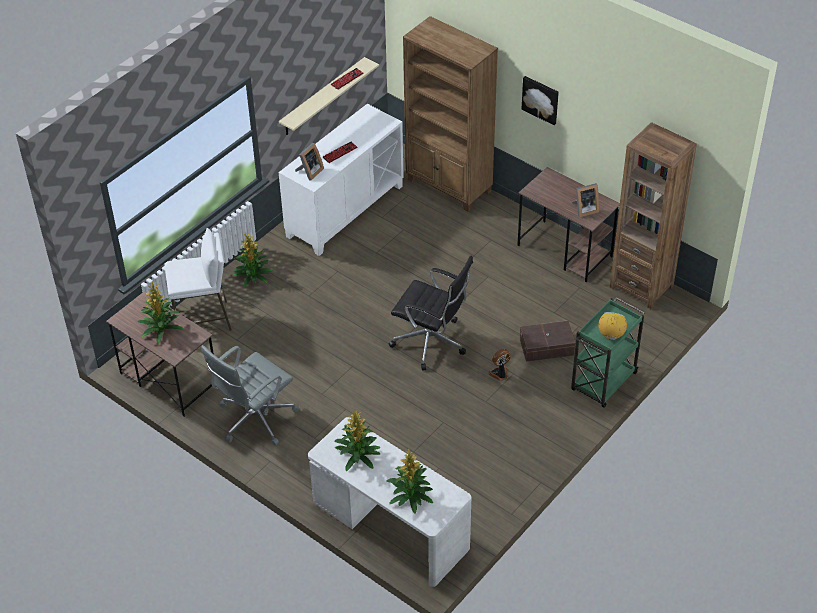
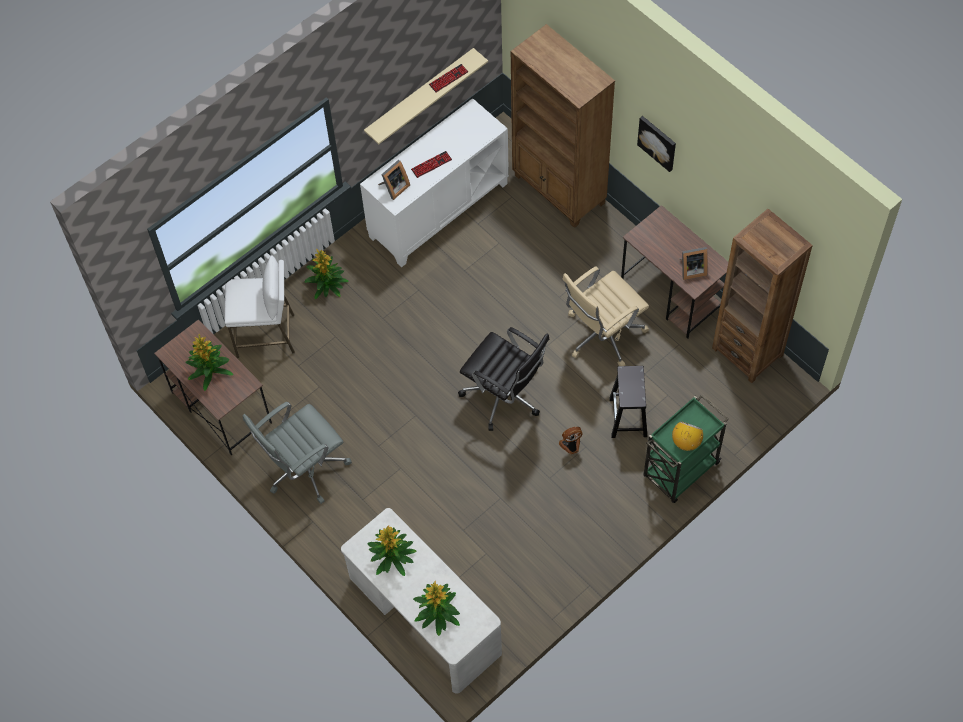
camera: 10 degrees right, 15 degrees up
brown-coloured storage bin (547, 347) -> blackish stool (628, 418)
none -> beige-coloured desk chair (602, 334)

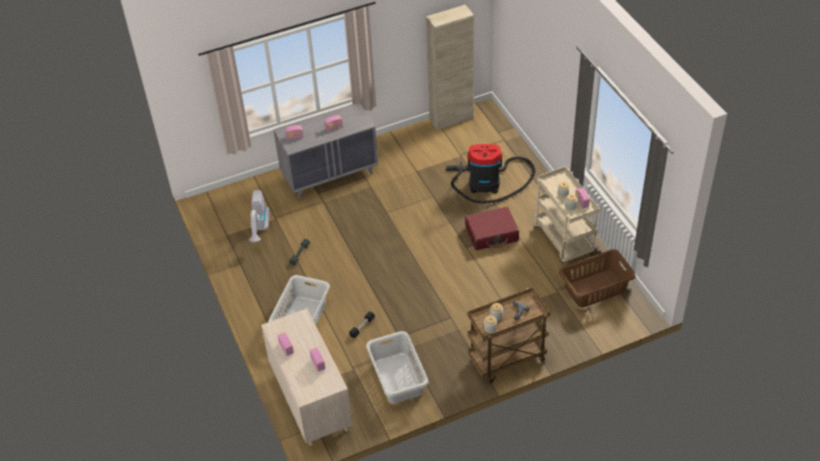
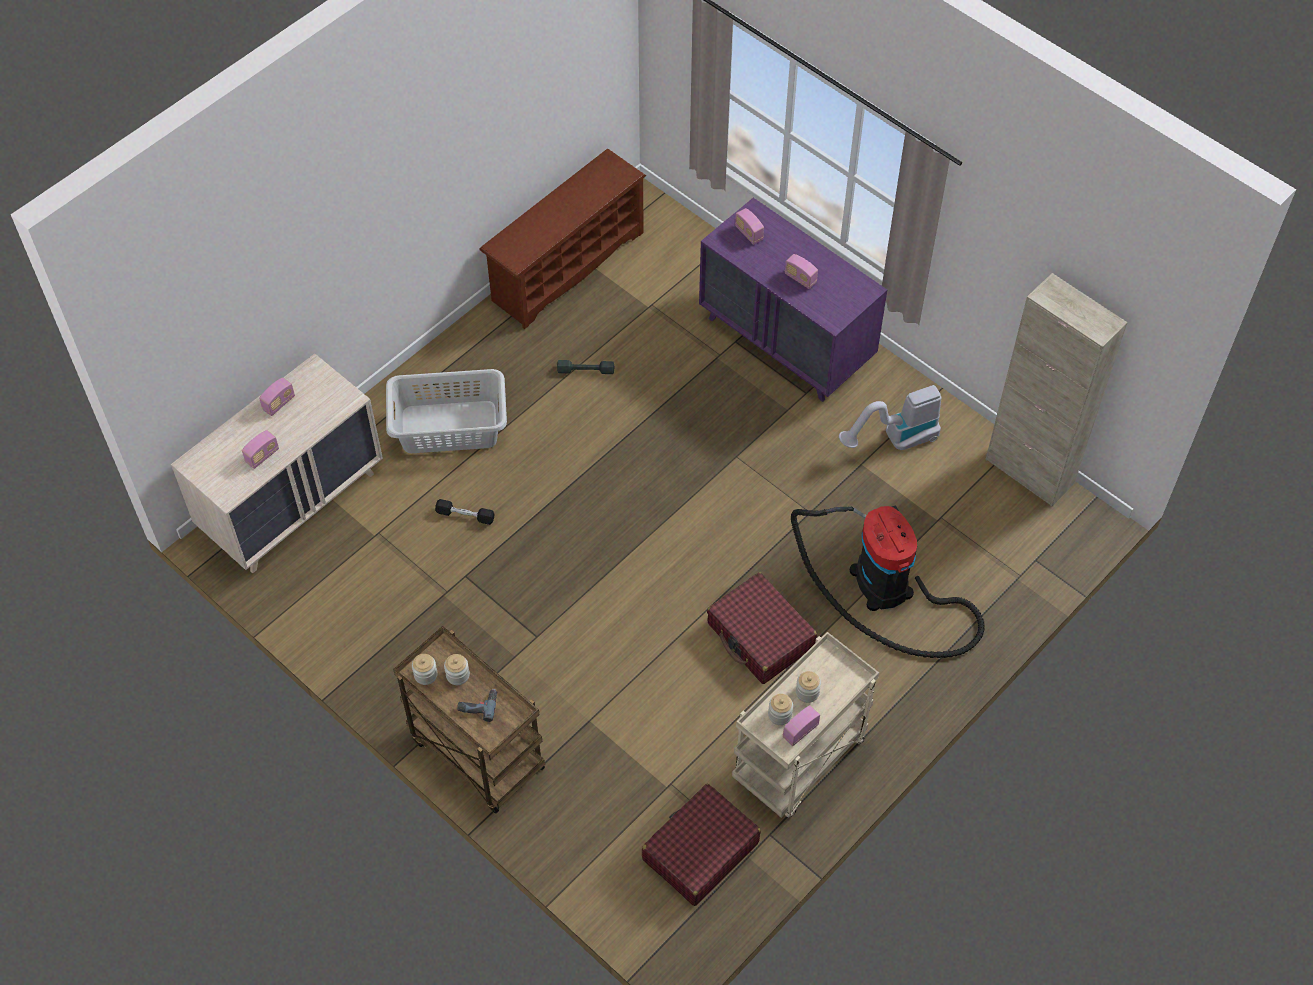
camera: 65 degrees right, 10 degrees up
grey chest of drawers (330, 175) -> purplish chest of drawers (786, 342)
hoover (260, 229) -> hoover (894, 440), shifted
brown-coloured washing basket (595, 289) -> reddish travel case (700, 851)
grey washing basket (397, 378) -> none
none -> brown-coloured shoe rack (566, 266)

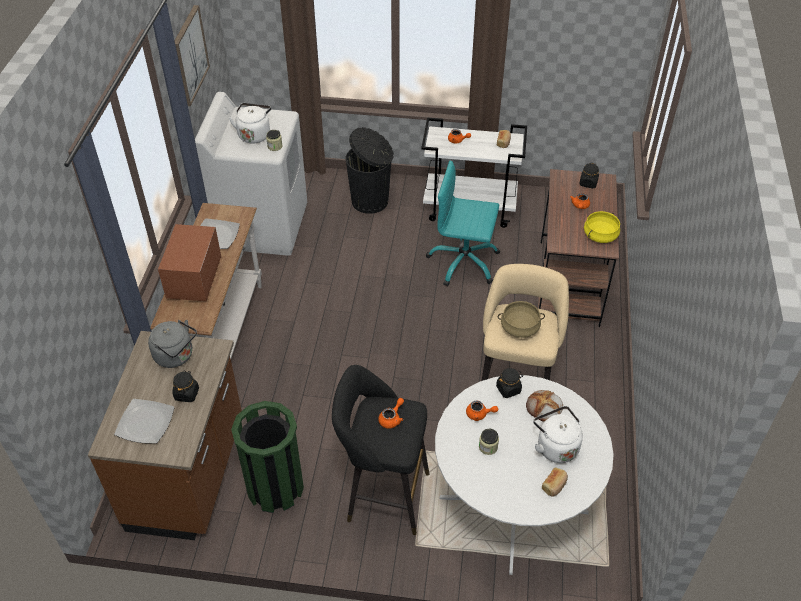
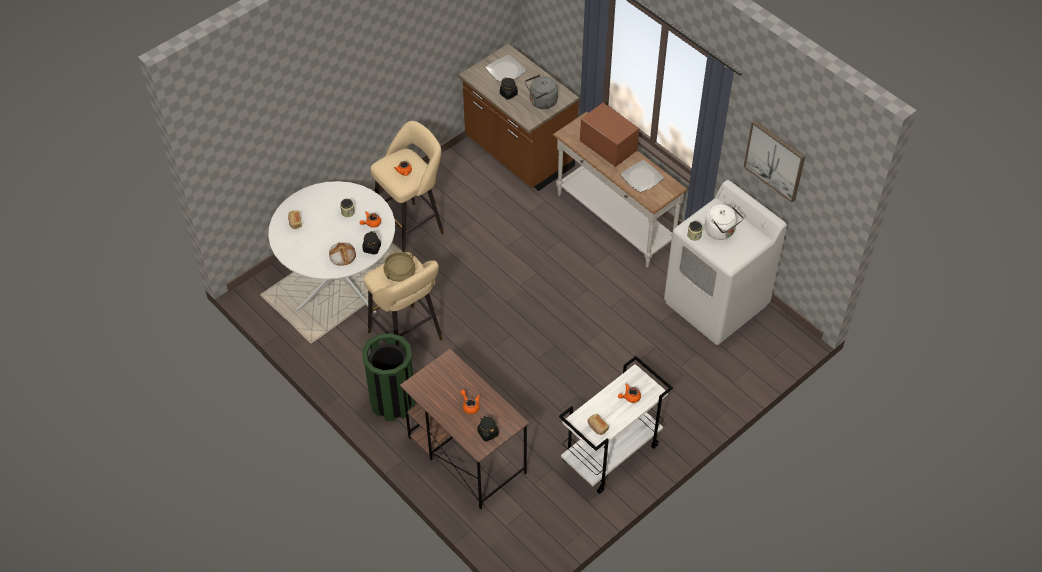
camera: 130 degrees right, 5 degrees up
blackish waste bin (371, 201) -> none
blue-green desk chair (463, 262) -> none
yellowish stockpot (600, 235) -> none
blackish stool (383, 496) -> beige-coloured stool (412, 227)
greenish waste bin (275, 488) -> greenish waste bin (393, 402), shifted
whitish water kettle (555, 446) -> none

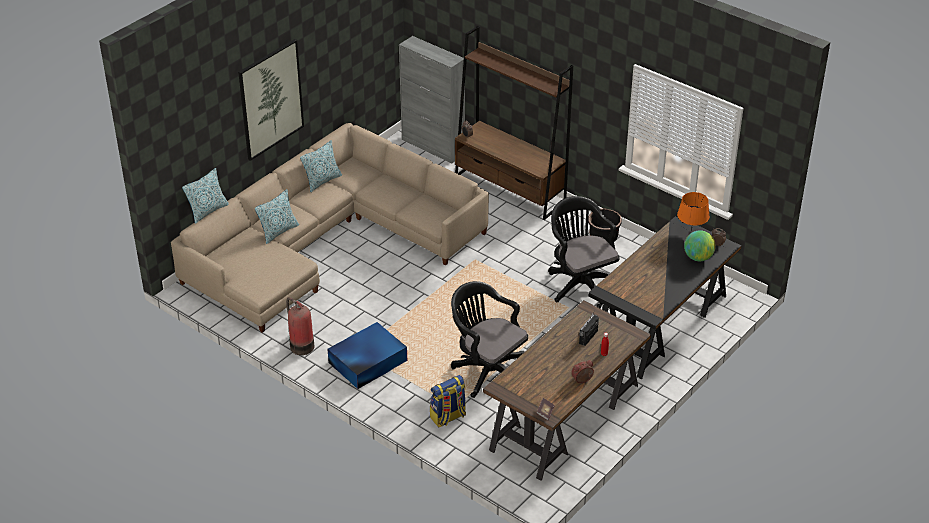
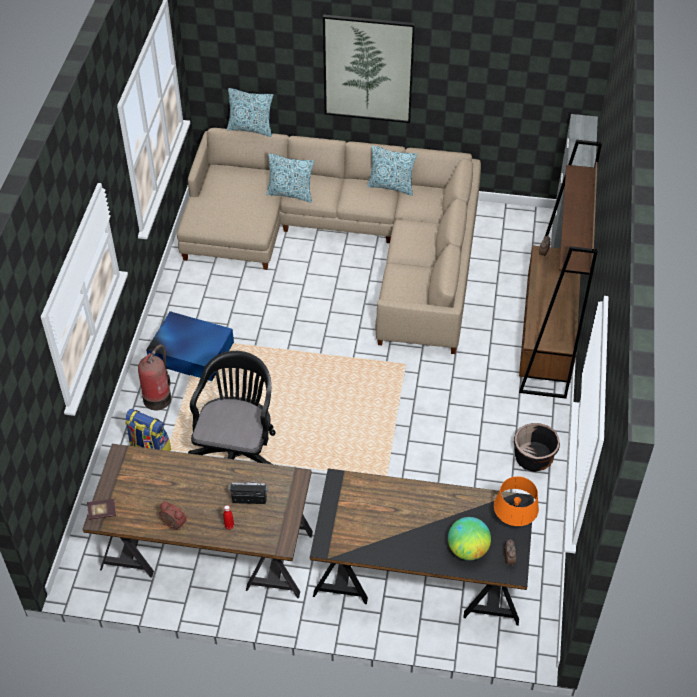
camera: 60 degrees right, 10 degrees up
blackish desk chair (580, 284) -> none
extinguisher (301, 345) -> extinguisher (158, 397), shifted

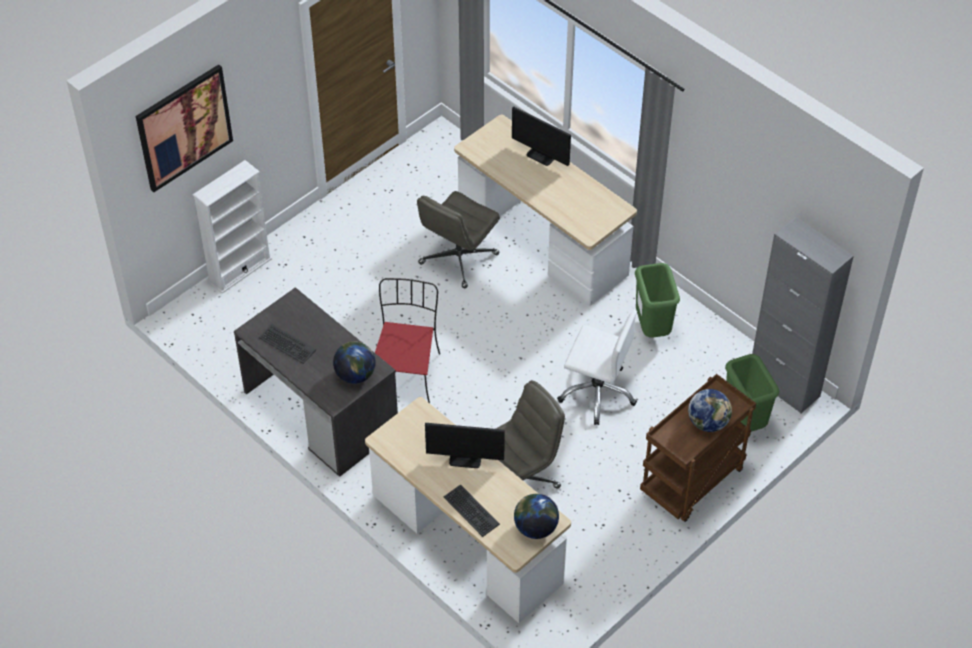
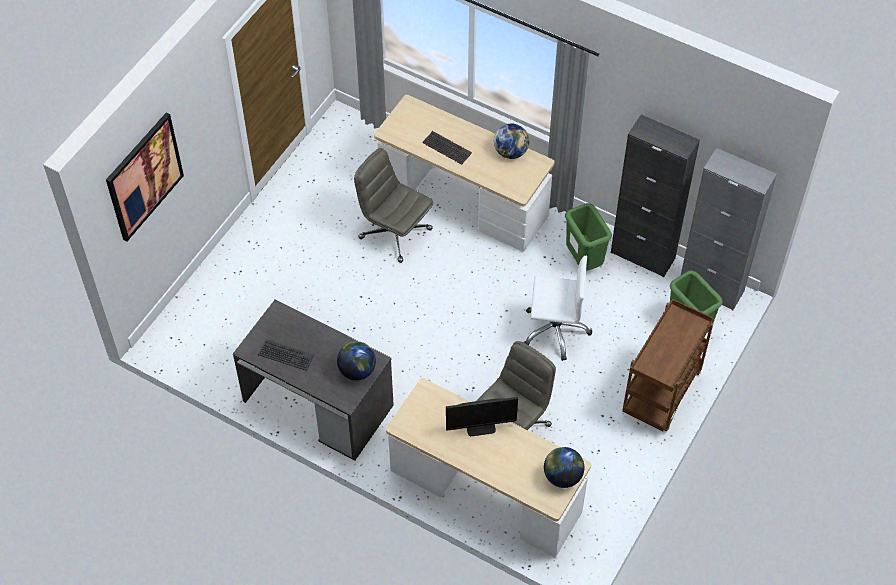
camera: 15 degrees left, 5 degrees up
computer display (541, 155) -> none
whitish bookshelf (240, 270) -> none
grey desk chair (458, 259) -> grey desk chair (394, 233), 105 degrees clockwise
reddish chair (406, 374) -> none
world globe (708, 422) -> world globe (511, 152), shifted
keyboard (471, 511) -> keyboard (446, 148), shifted
none -> blackish storage cabinet (642, 255)

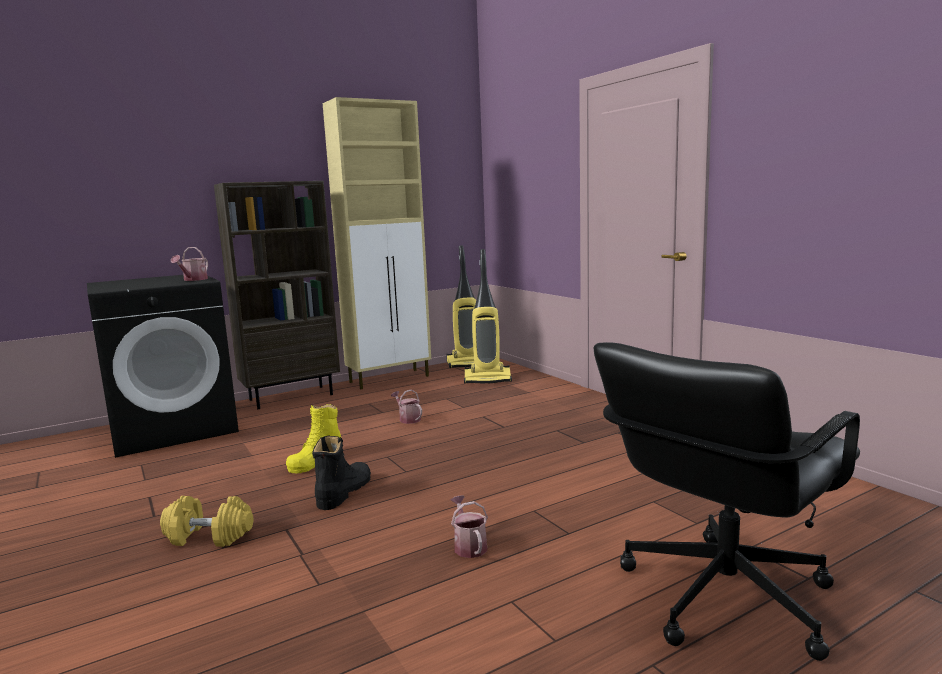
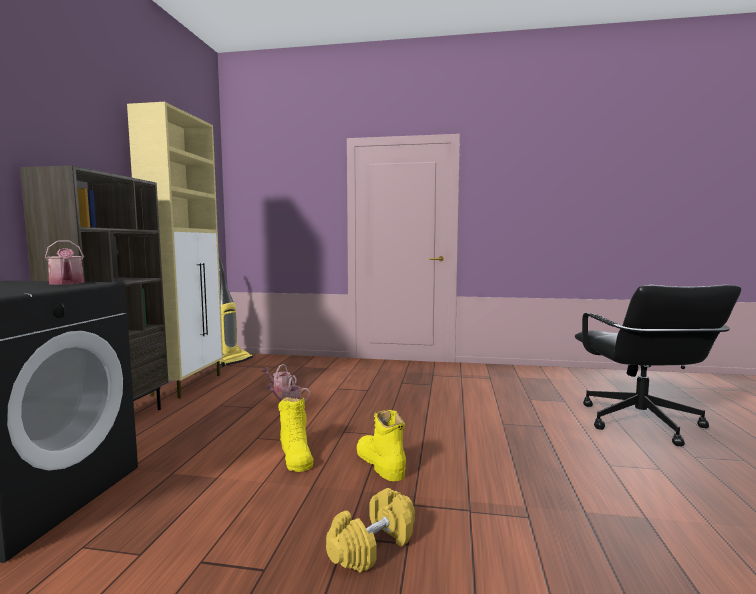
camera: 50 degrees left, 5 degrees down
hoover (488, 379) -> none
blackish tall boot (343, 492) -> yellowish tall boot (380, 463)
watering can (469, 545) -> watering can (279, 389), shifted

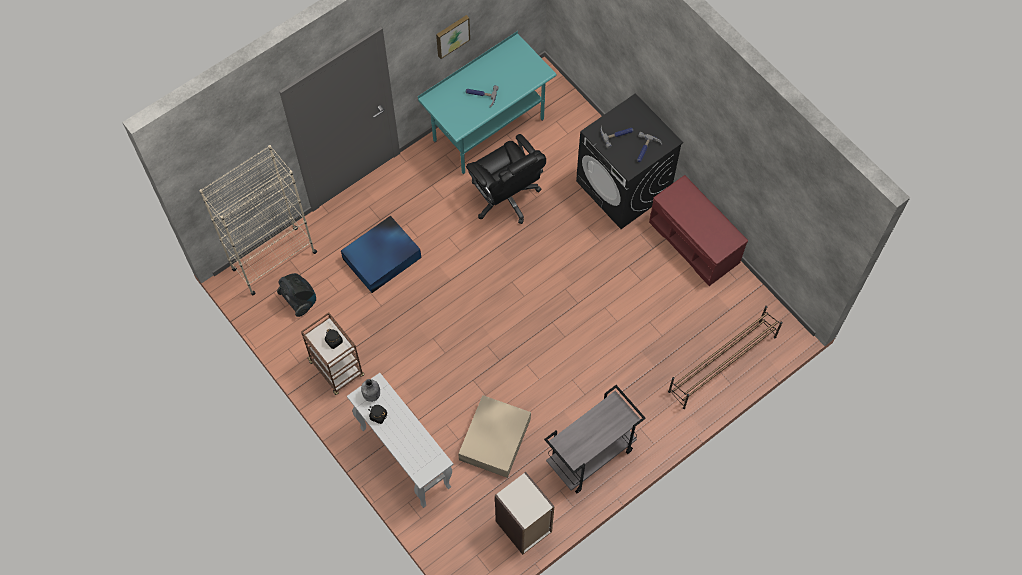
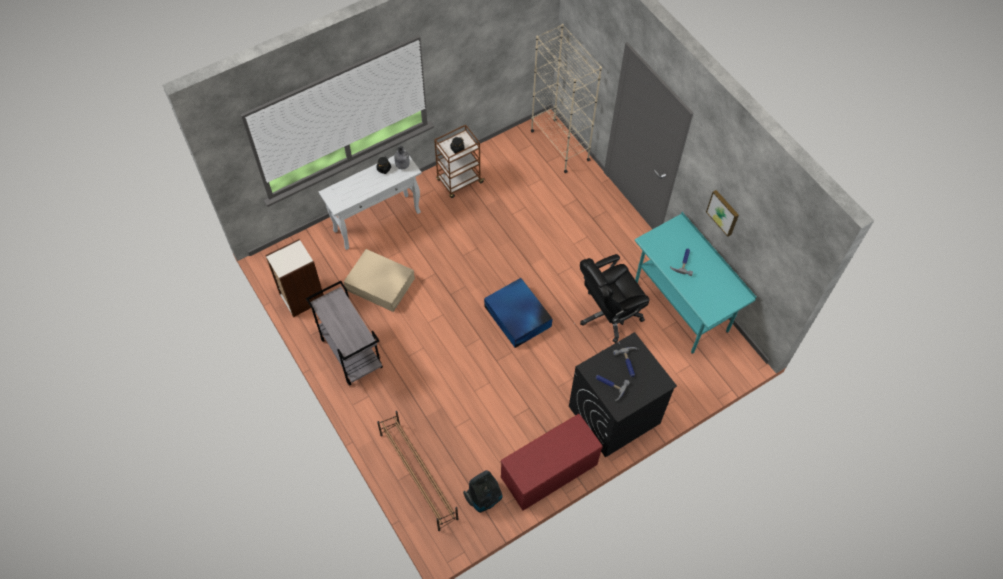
camera: 95 degrees right, 5 degrees down
blue storage bin (383, 258) -> blue storage bin (518, 317), shifted
hoover (299, 300) -> hoover (484, 498), shifted

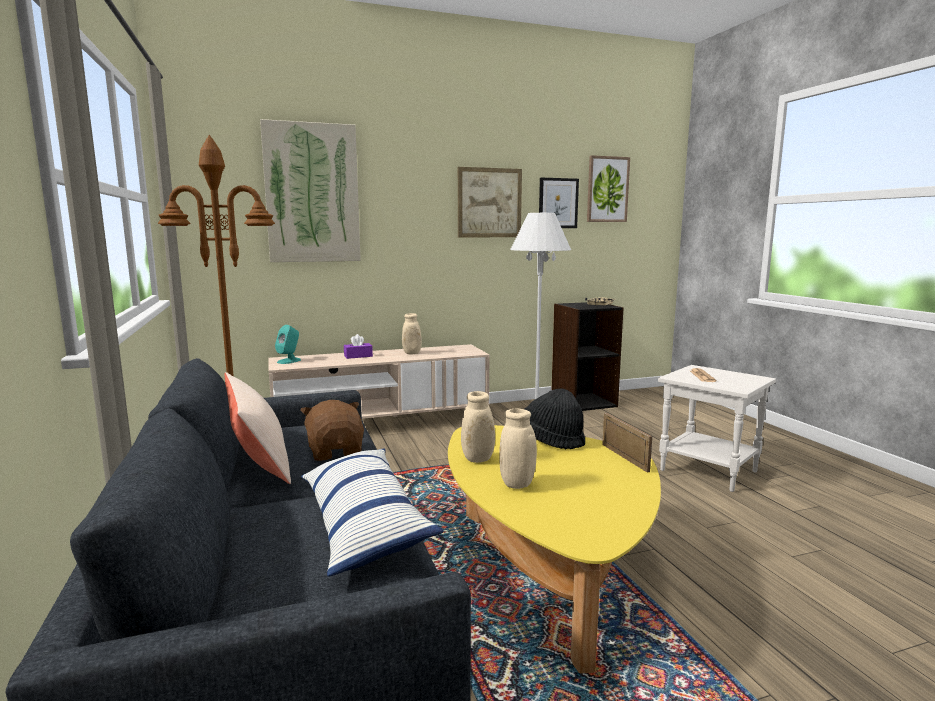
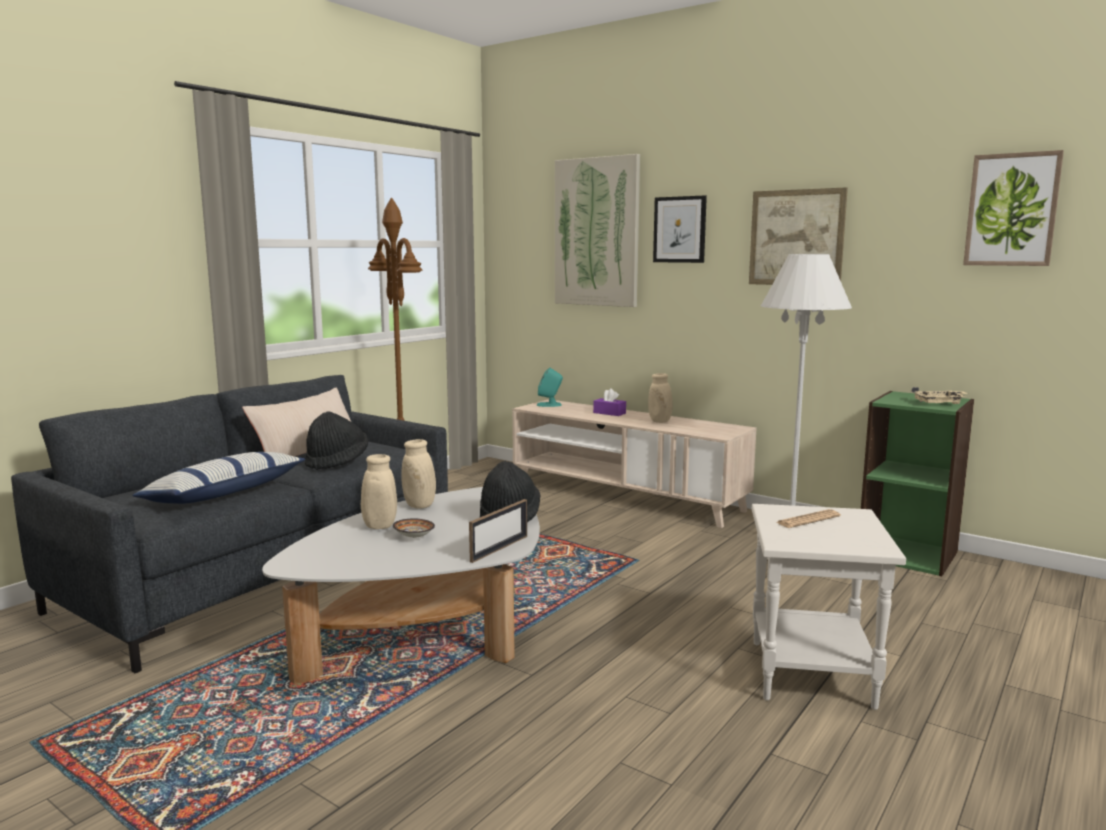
camera: 55 degrees right, 0 degrees up
picture (558, 203) -> picture (679, 229), shifted
blackish bookshelf (583, 402) -> greenish bookshelf (908, 554)
brown-coloured plush toy (335, 451) -> blackish clothing hat (337, 462)
yellowish coffee table (545, 569) -> whitish coffee table (430, 633)
none -> serving bowl (414, 536)

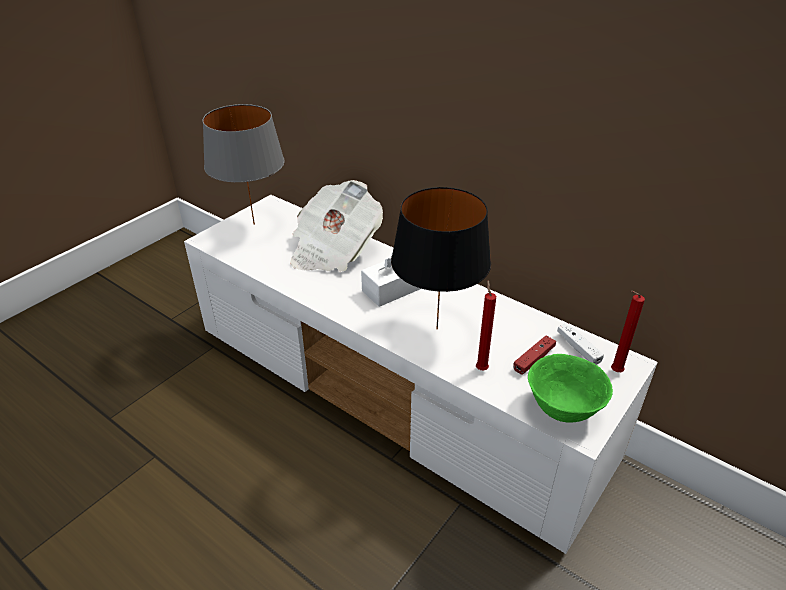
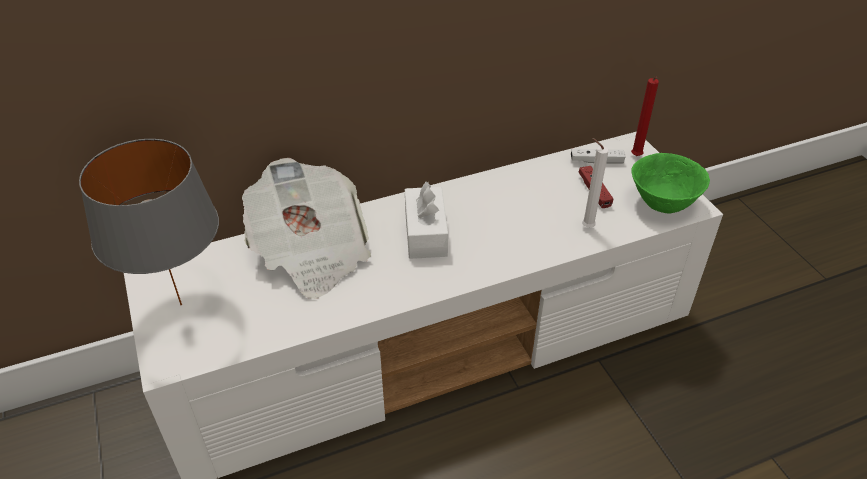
camera: 60 degrees left, 5 degrees up
blackish tabletop lamp (436, 329) -> none
reddish wax light (481, 368) -> whitish wax light (585, 226)

